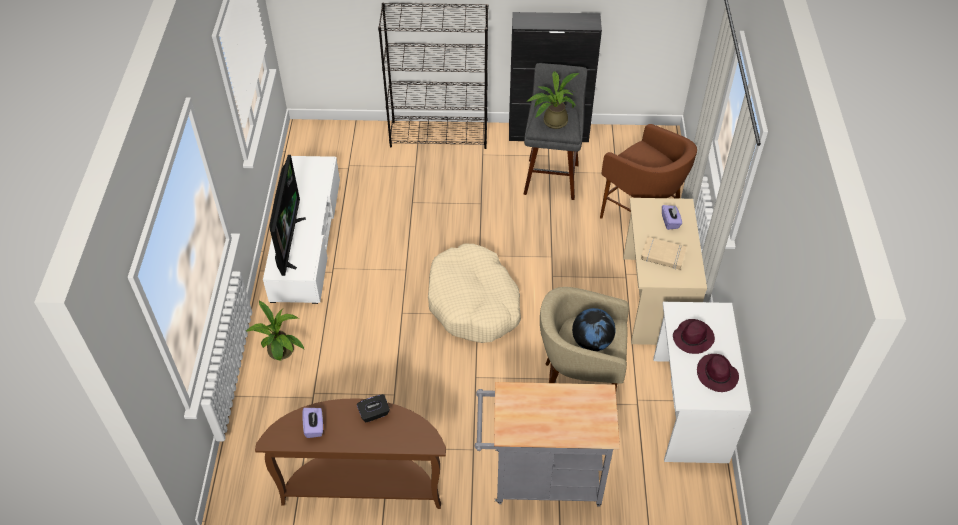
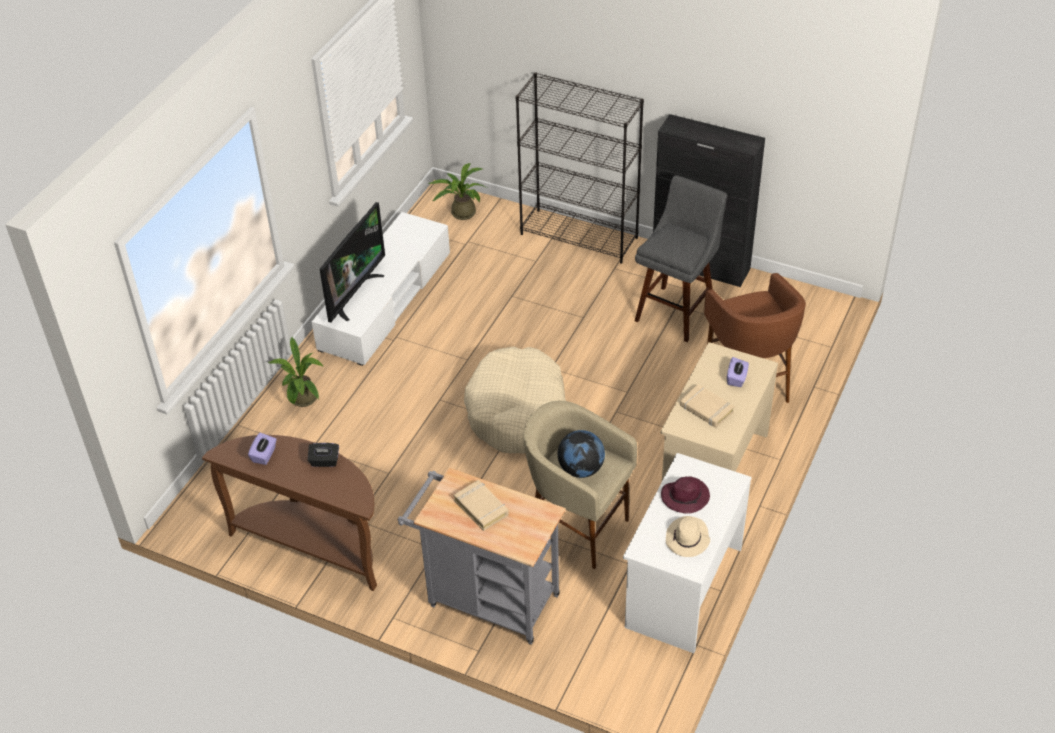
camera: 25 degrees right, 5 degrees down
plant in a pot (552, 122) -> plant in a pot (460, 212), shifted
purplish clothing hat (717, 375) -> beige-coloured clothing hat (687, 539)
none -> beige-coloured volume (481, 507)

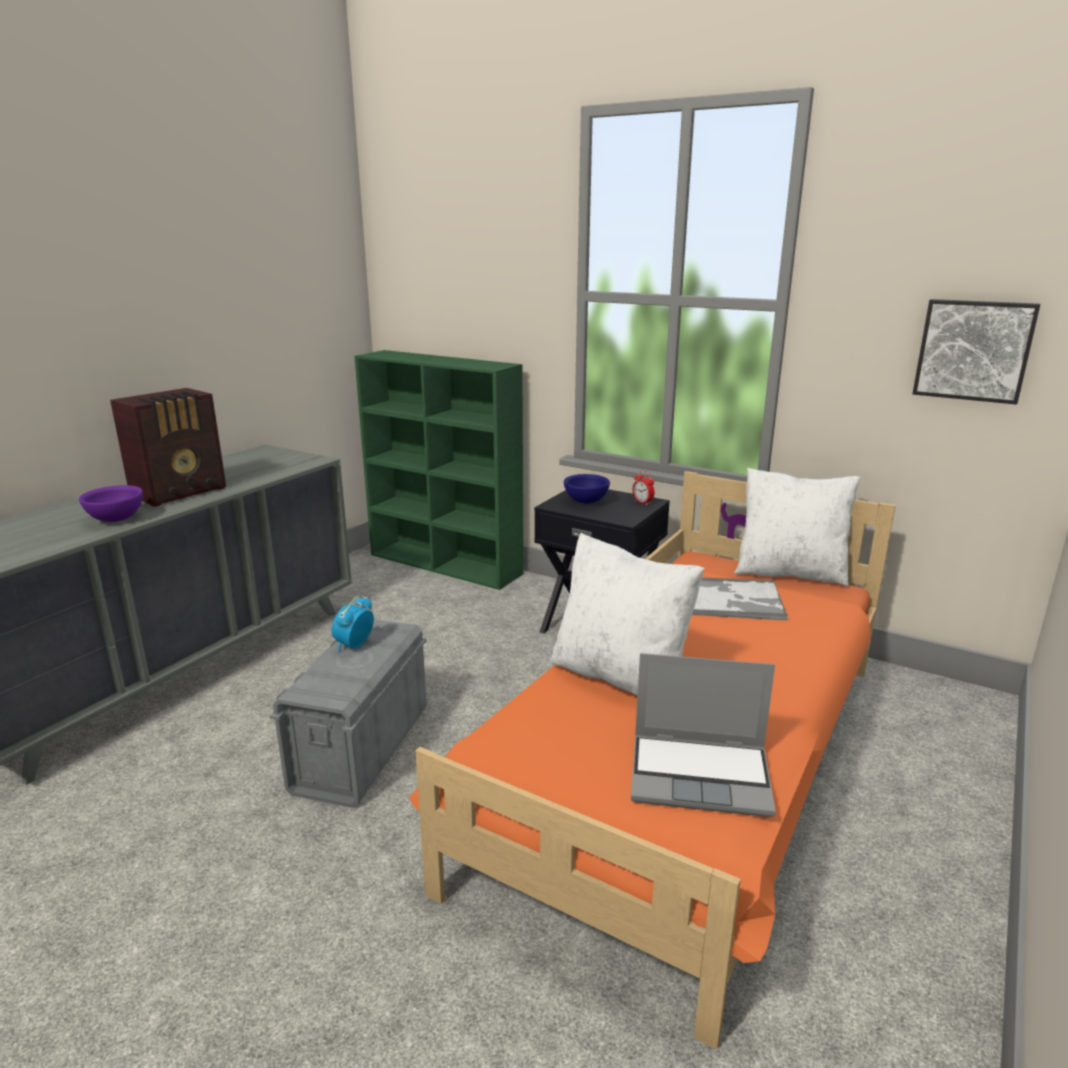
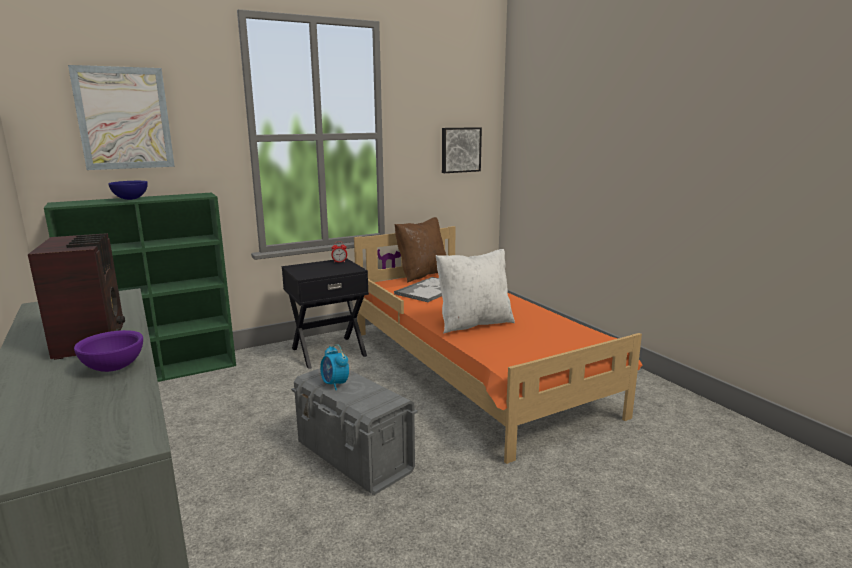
camera: 60 degrees left, 5 degrees down
whitish pillow (790, 572) -> brown-coloured pillow (422, 274)
blue serving bowl (586, 502) -> blue serving bowl (130, 199), shifted
laptop (701, 775) -> none
none -> picture (124, 118)

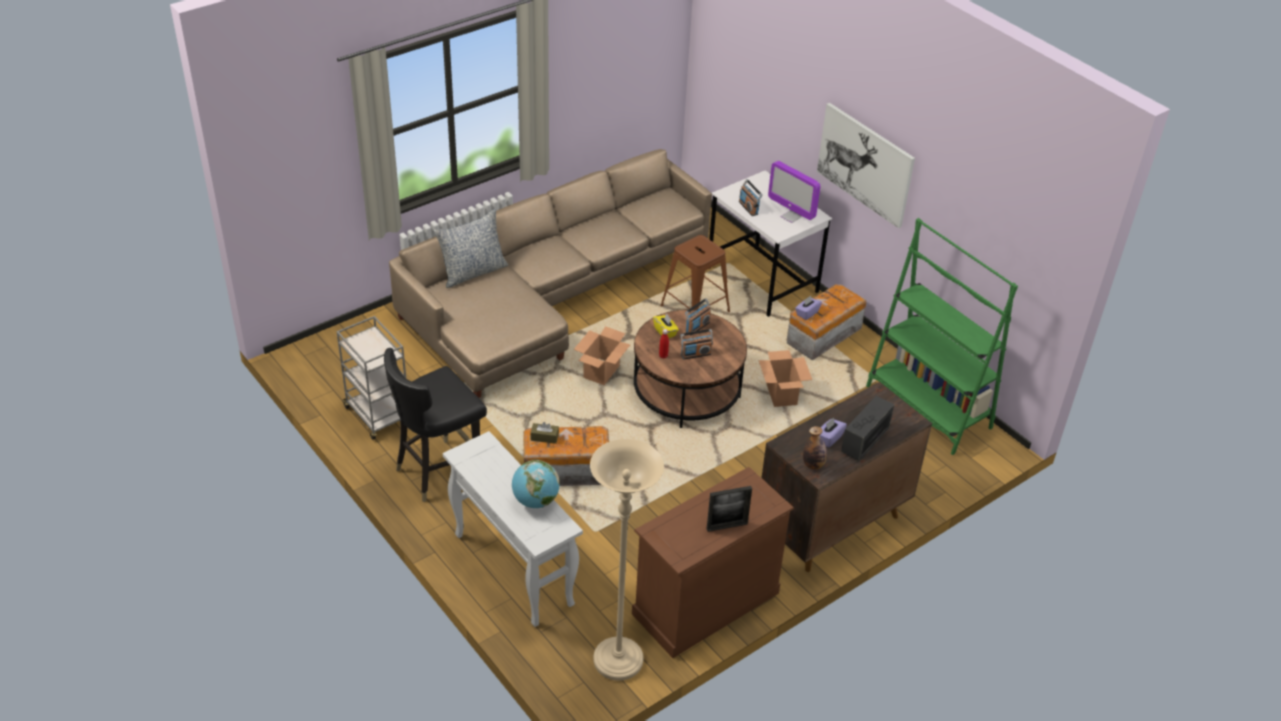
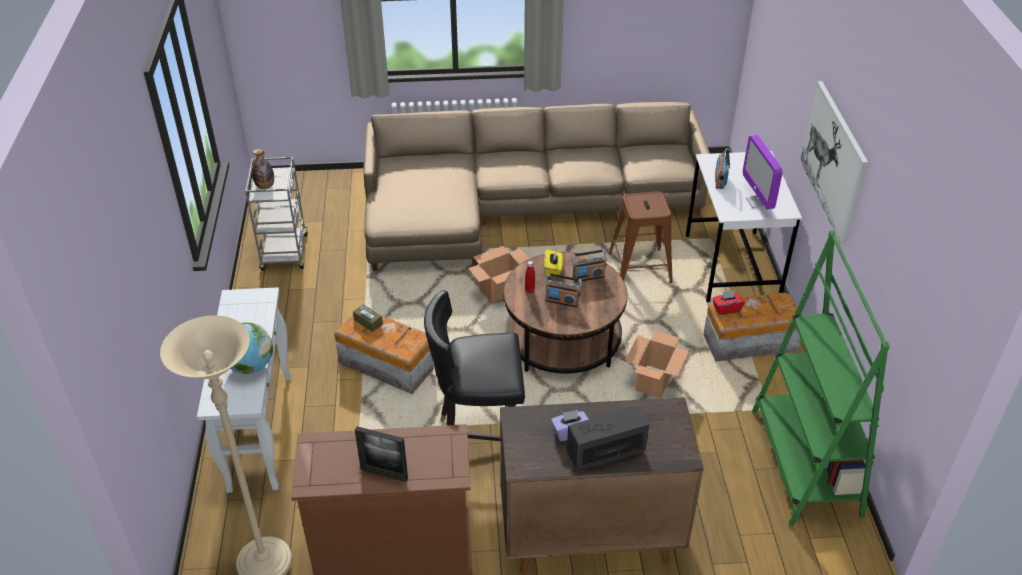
camera: 35 degrees right, 0 degrees up
pillow (473, 272) -> none
purplish box of tissues (807, 313) -> reddish box of tissues (726, 309)
blackish chair (438, 471) -> blackish chair (479, 439), shifted
beverage bottle (813, 465) -> beverage bottle (265, 186), shifted

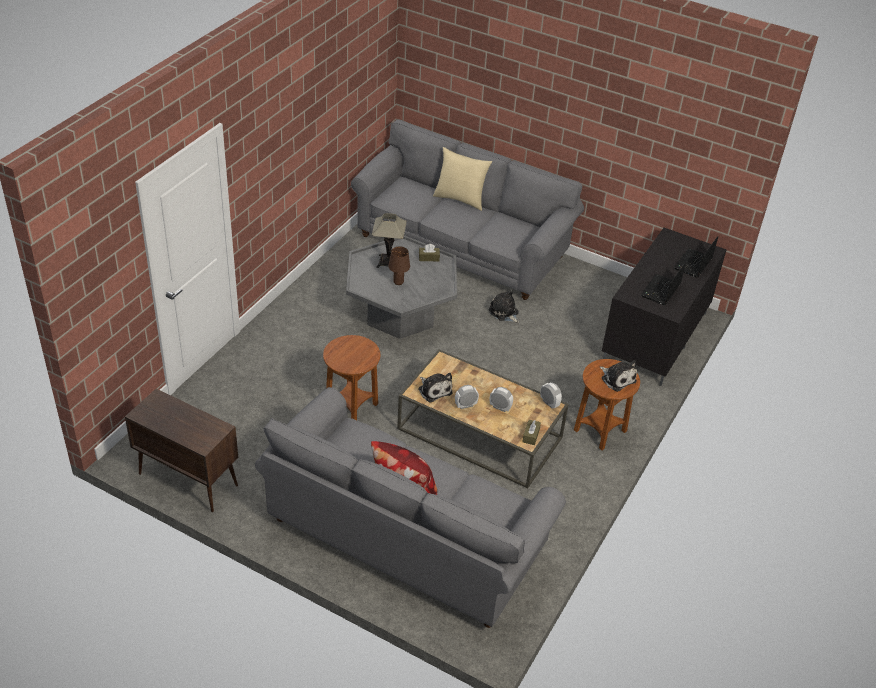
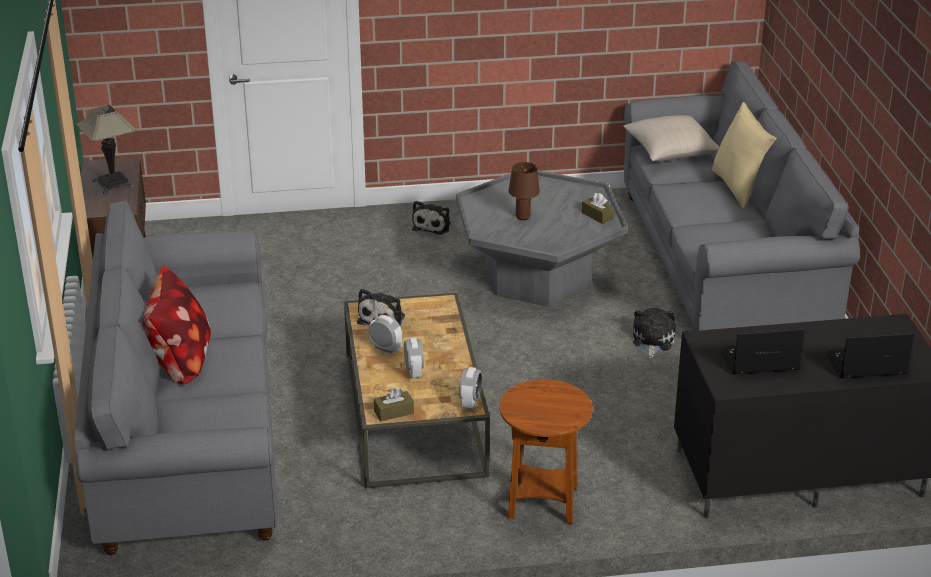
camera: 55 degrees right, 10 degrees down
tabletop lamp (388, 262) -> tabletop lamp (113, 183), shifted
brown-coloured side table (351, 407) -> none
plush toy (617, 379) -> plush toy (433, 226), shifted
none -> beige-coloured pillow (671, 151)

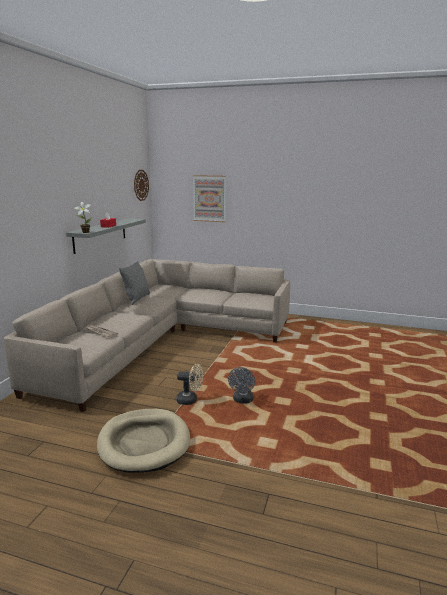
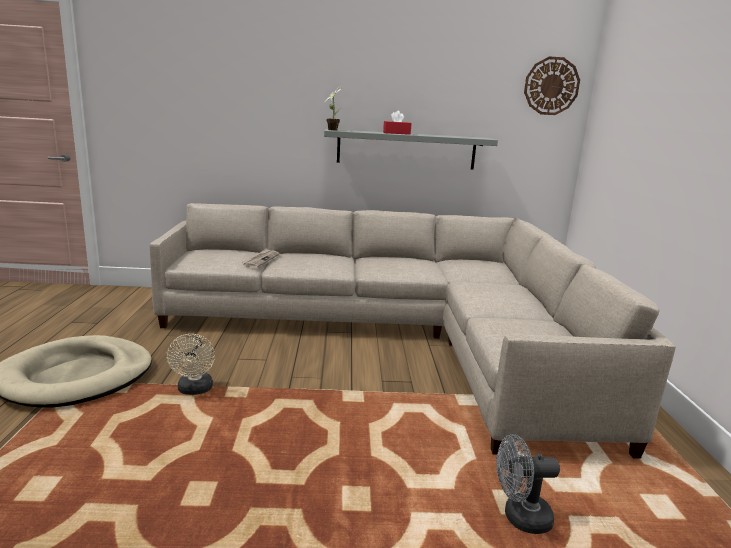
camera: 70 degrees right, 0 degrees up
picture (209, 198) -> none
grey pillow (137, 299) -> none
grey cooling fan (242, 400) -> grey cooling fan (520, 518), shifted

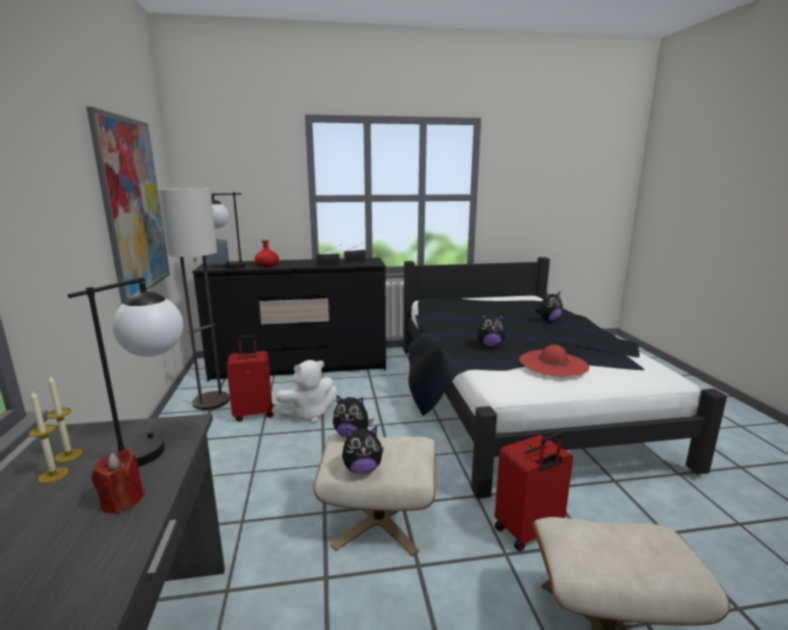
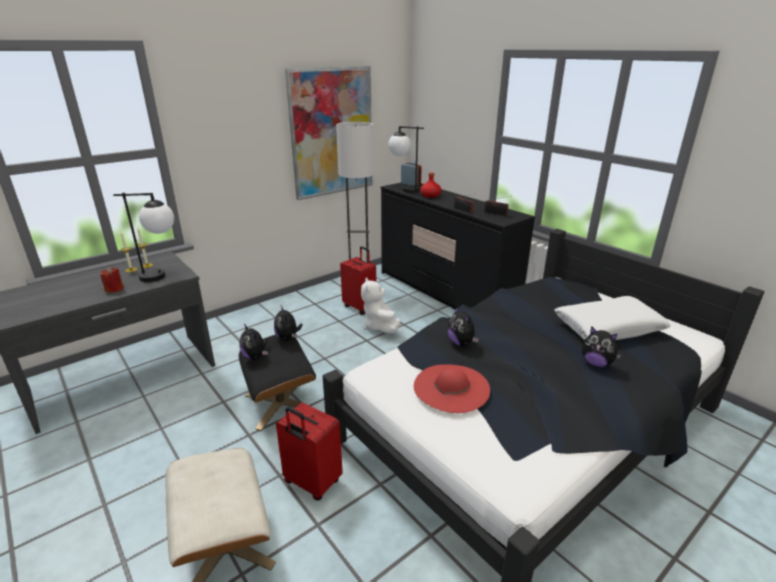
camera: 60 degrees right, 10 degrees up
whitish plush toy (308, 414) -> whitish plush toy (380, 326), 45 degrees clockwise
beige-coloured ottoman (379, 521) -> blackish ottoman (281, 403)
none -> whitish pillow (608, 328)

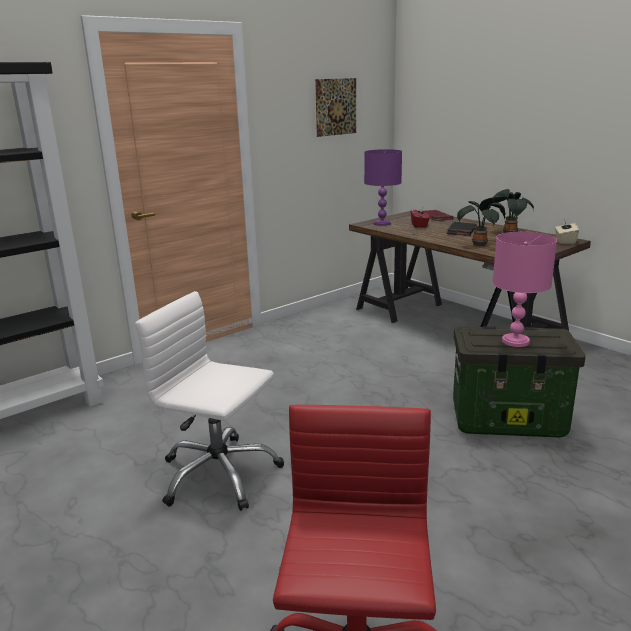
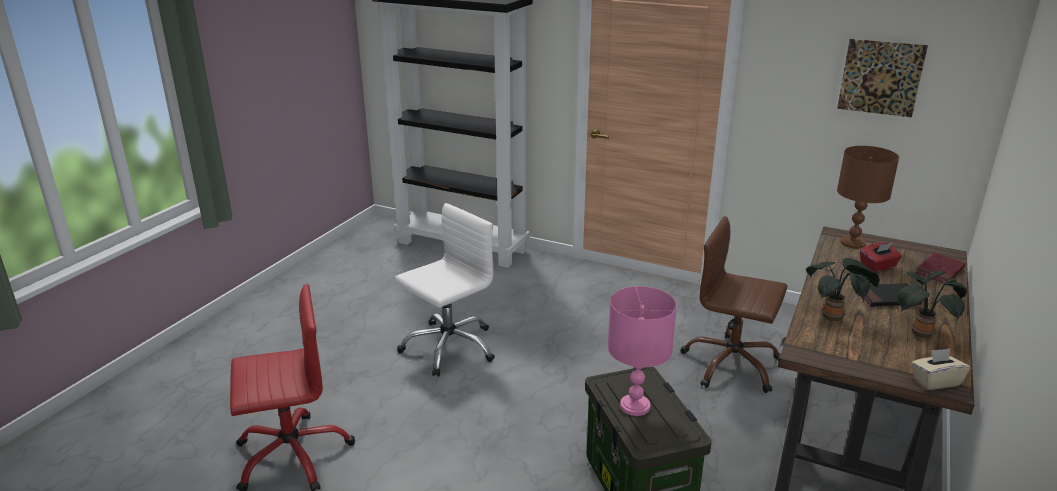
camera: 65 degrees right, 5 degrees up
purplish tabletop lamp (382, 223) -> brown-coloured tabletop lamp (853, 243)
whitish desk chair (219, 474) -> whitish desk chair (449, 347), 45 degrees clockwise
none -> brown-coloured desk chair (731, 365)

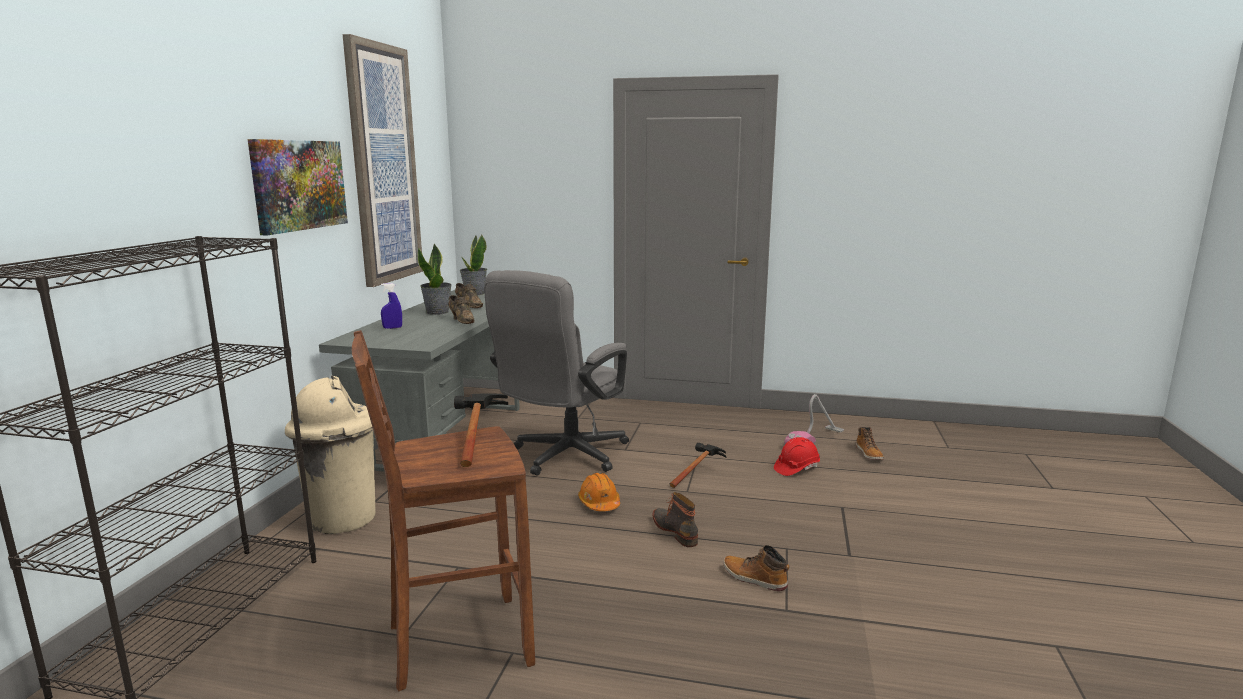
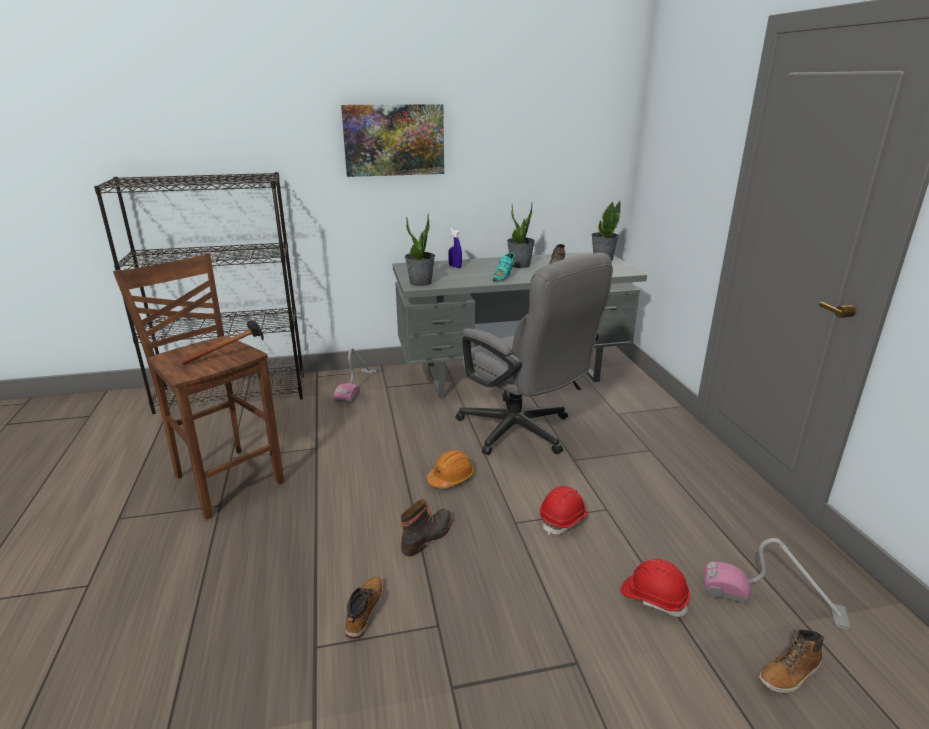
camera: 65 degrees right, 10 degrees up
picture (383, 165) -> none
grey desk chair (563, 457) -> grey desk chair (523, 433), 135 degrees counterclockwise
brown-coloured shoe (462, 320) -> blue-green shoe (504, 277)
beige-coloured waste bin (343, 518) -> hoover (357, 386)
hammer (698, 473) -> reddish safety helmet (563, 519)
none -> plant in a pot (421, 282)

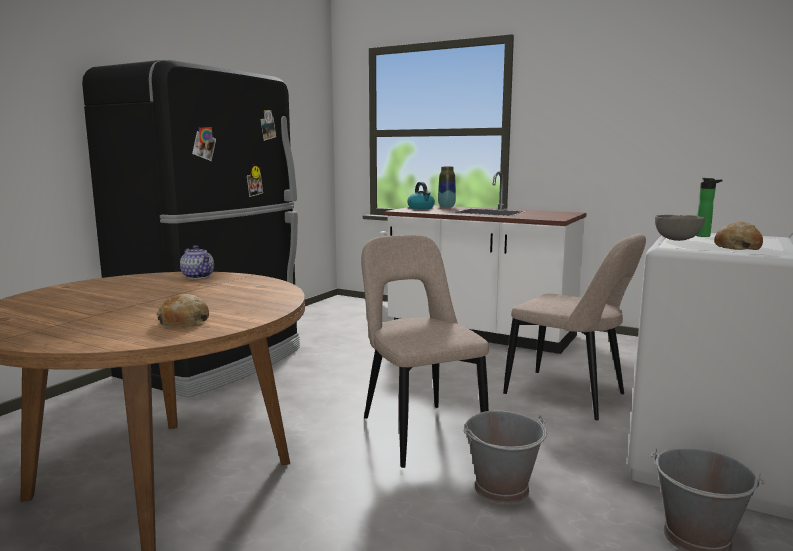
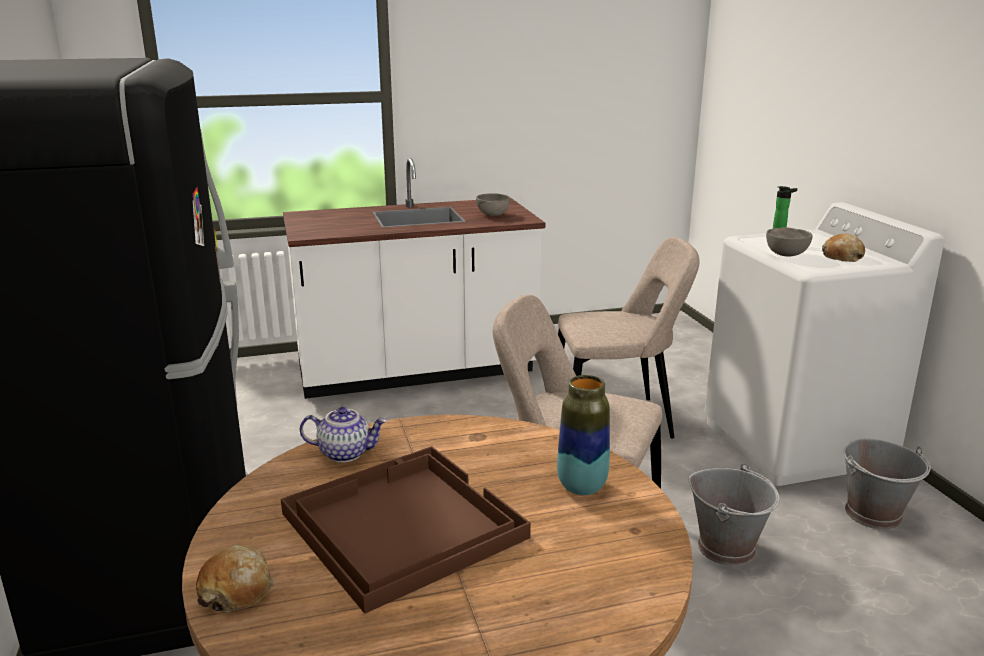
camera: 45 degrees left, 10 degrees up
flower vase (446, 207) -> flower vase (581, 487), shifted
water kettle (421, 208) -> none
bakery bread (184, 322) -> bakery bread (236, 590), shifted
none -> grey serving bowl (492, 215)
none -> brown-coloured carrying tray (400, 525)

